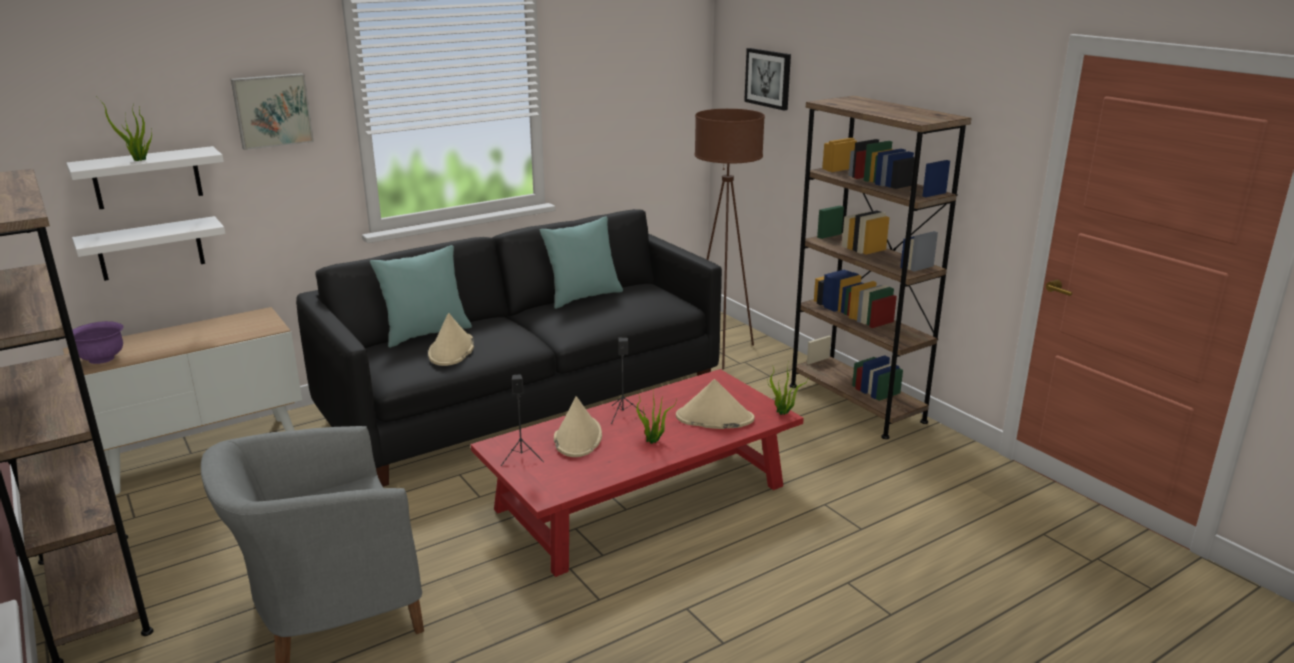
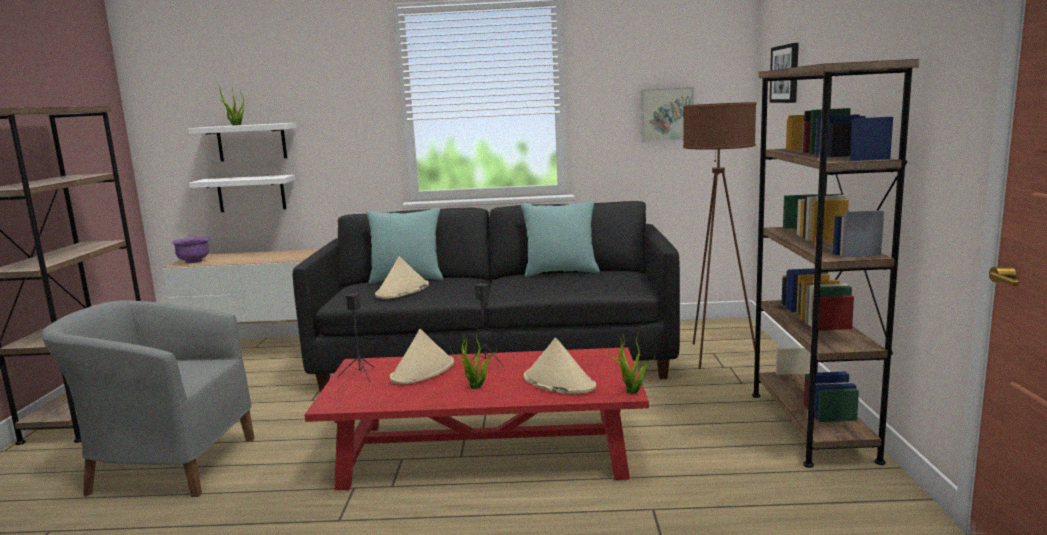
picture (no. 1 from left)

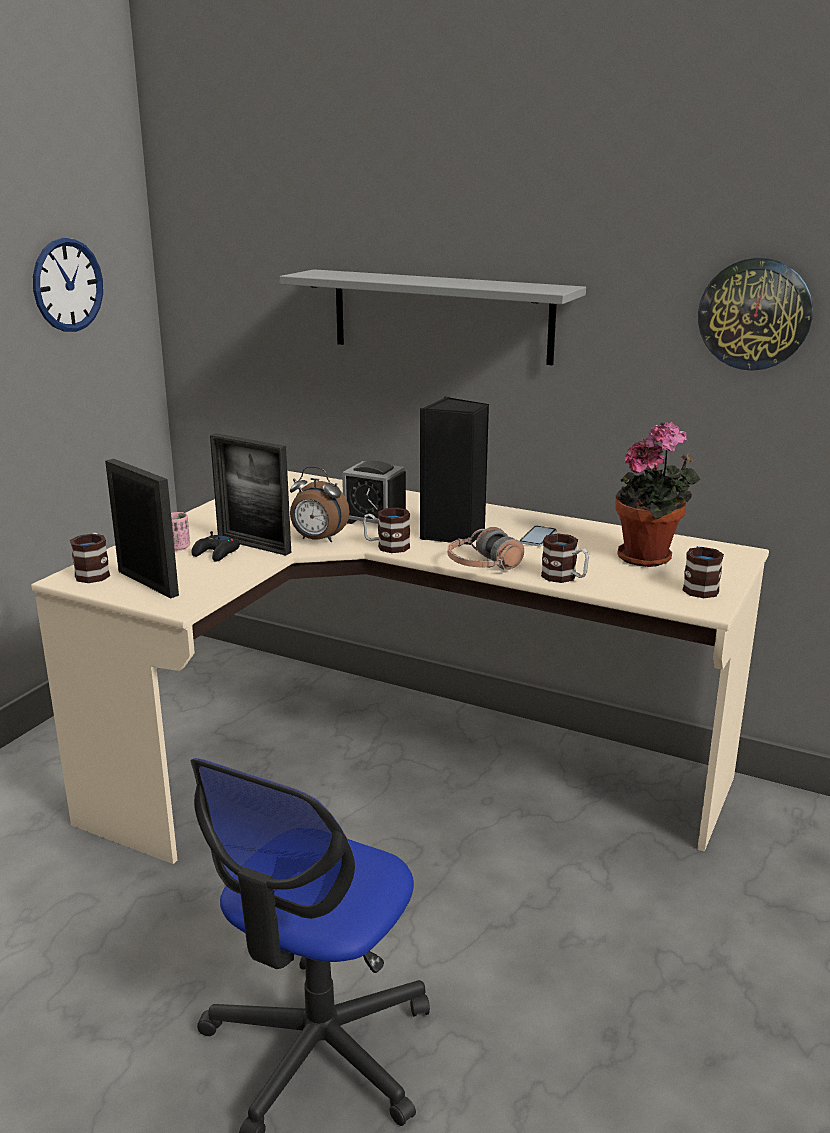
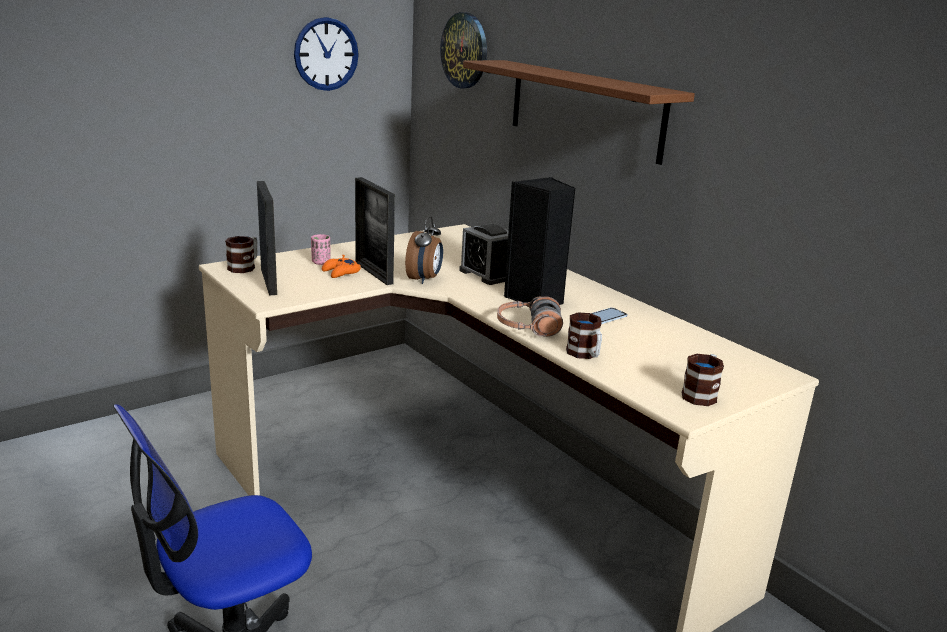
orange game controller
brown shelf
alarm clock (no. 1 from left)
mug (no. 2 from left in the first image)
potted plant
wall clock (no. 2 from left)

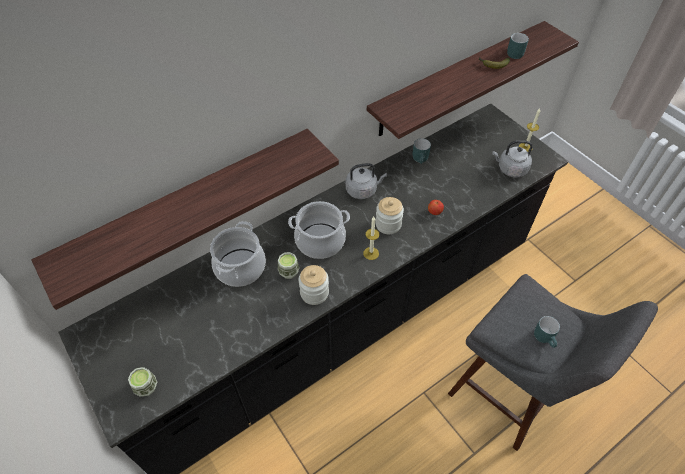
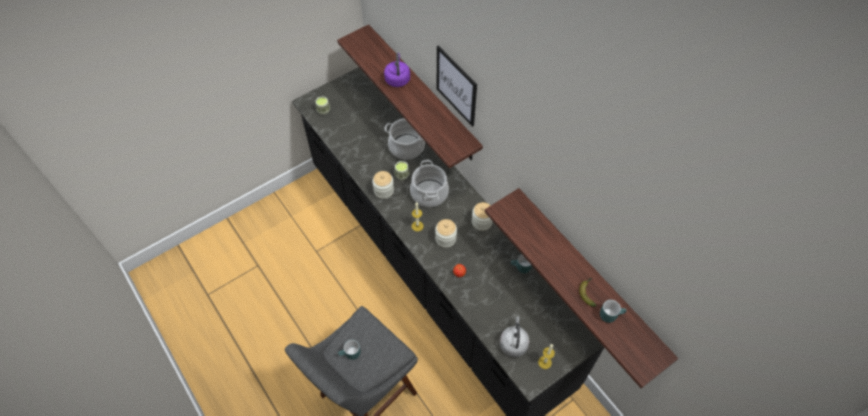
jar (no. 3 from left)
purple kettle
picture

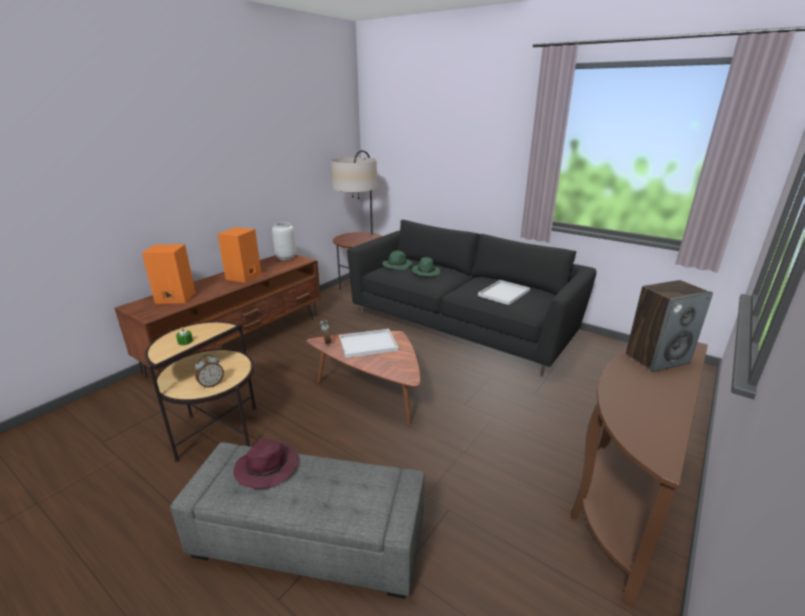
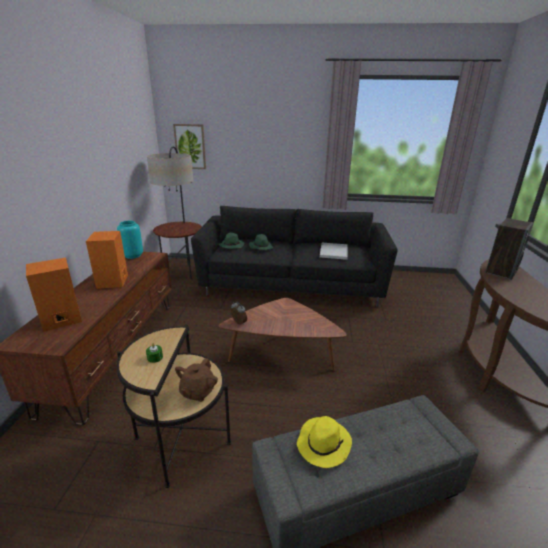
brown teapot
yellow hat
turquoise vase
white tray (no. 1 from left in the first image)
picture

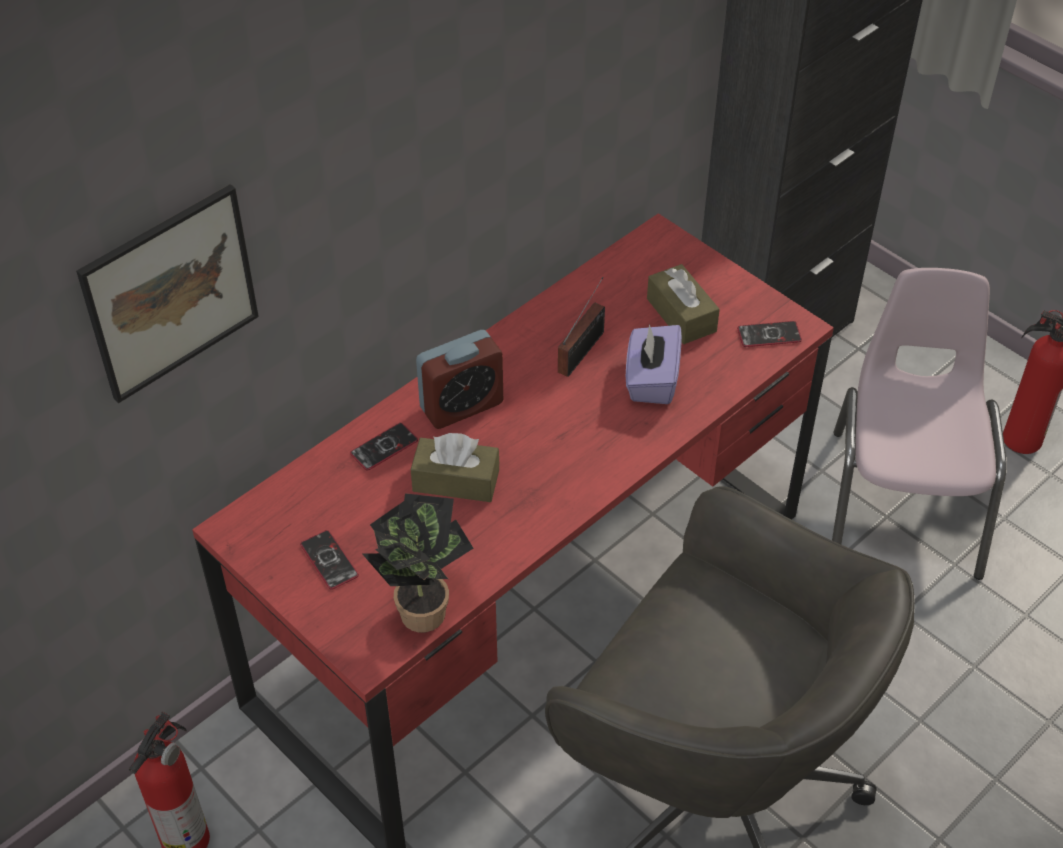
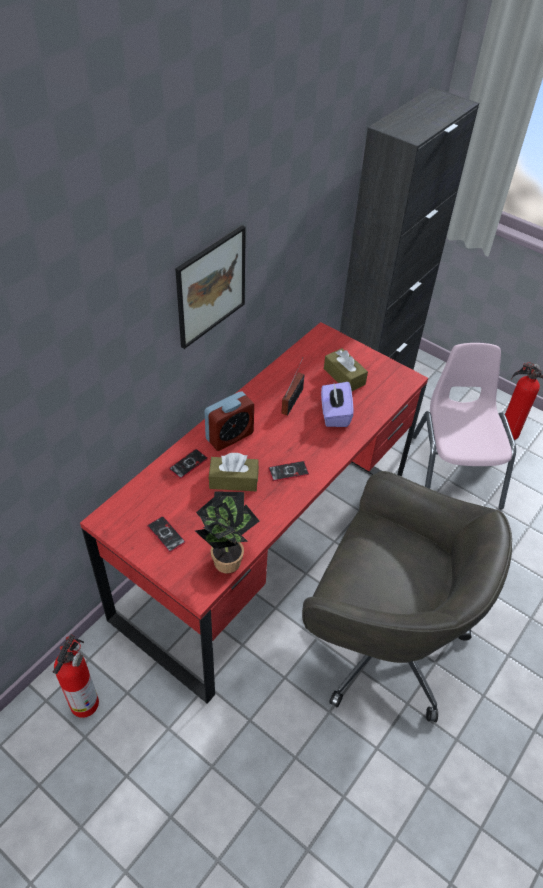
picture
phone (no. 3 from left)

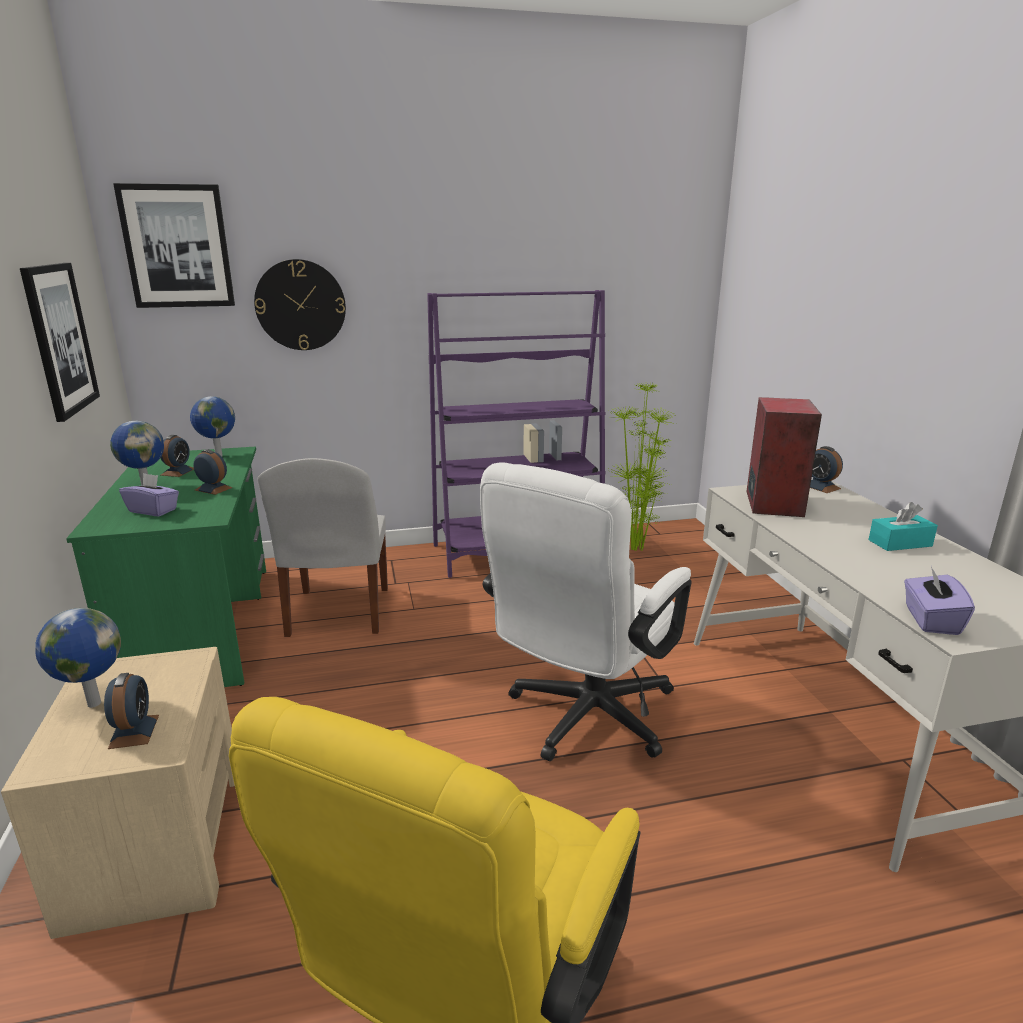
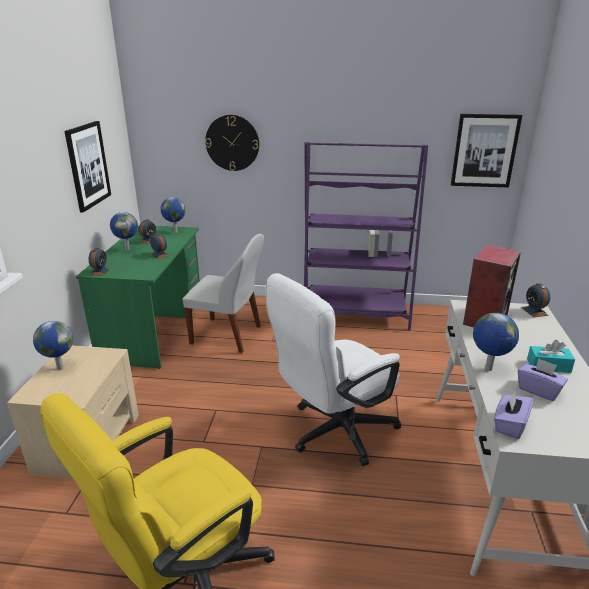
alarm clock (no. 1 from left)
picture (no. 2 from left)
purple tissue box (no. 2 from left)
white chair
potted plant
globe (no. 4 from left)

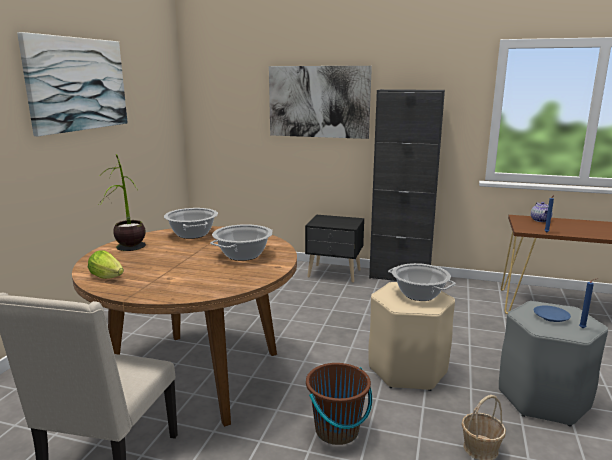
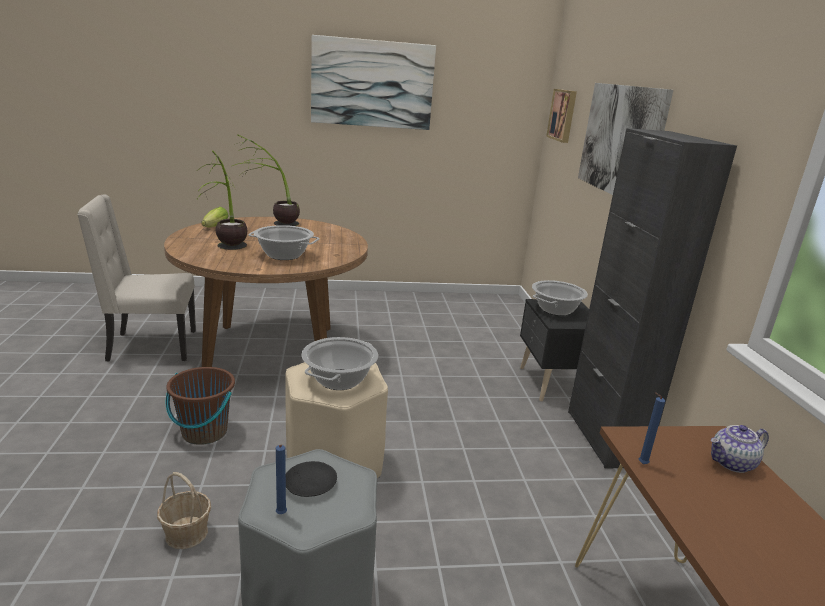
cooking pot (no. 3 from left)
black plate
potted plant (no. 1 from left)
picture (no. 2 from left)

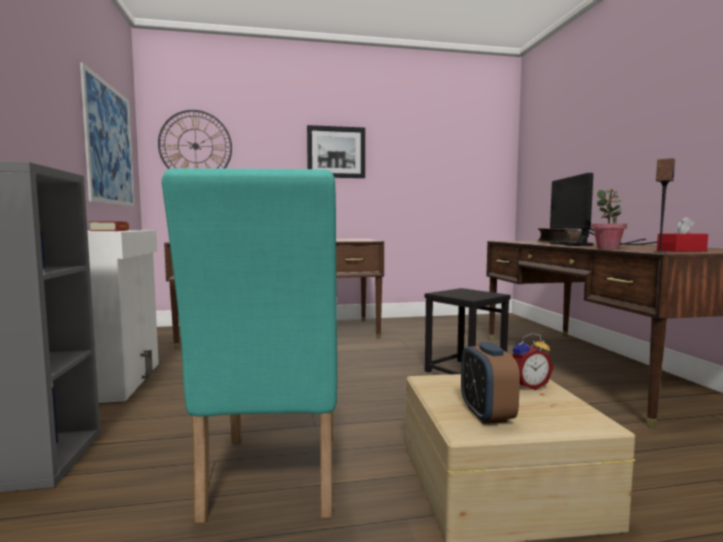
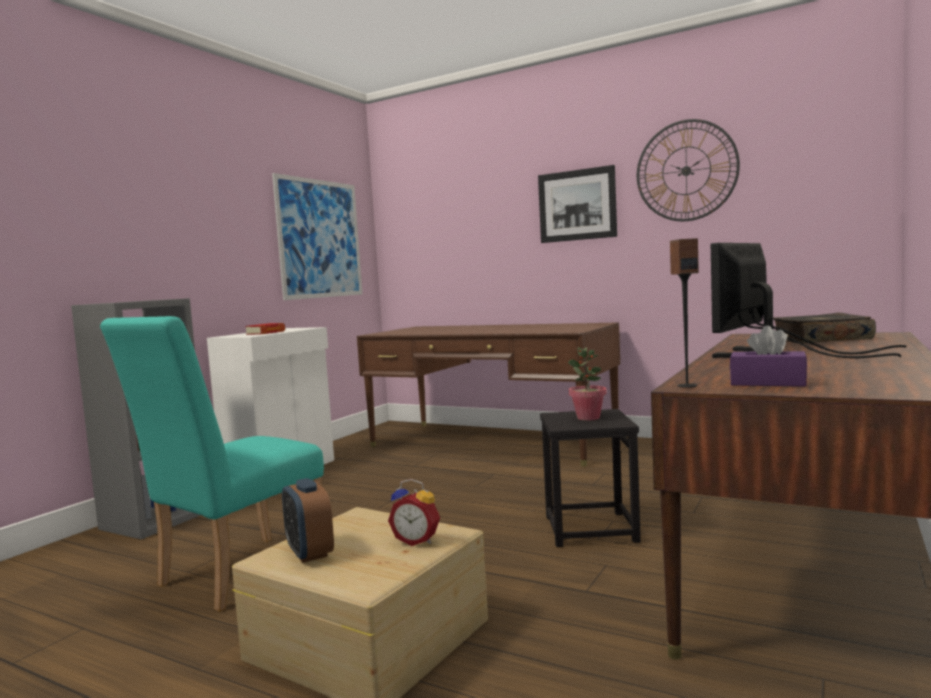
wall clock
alarm clock (no. 1 from left)
potted plant
purple tissue box

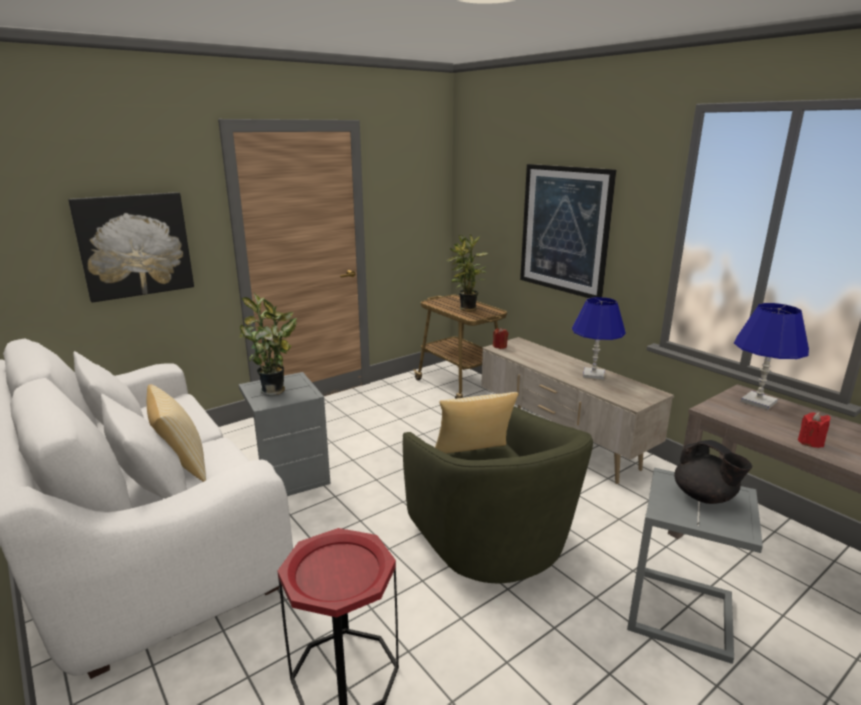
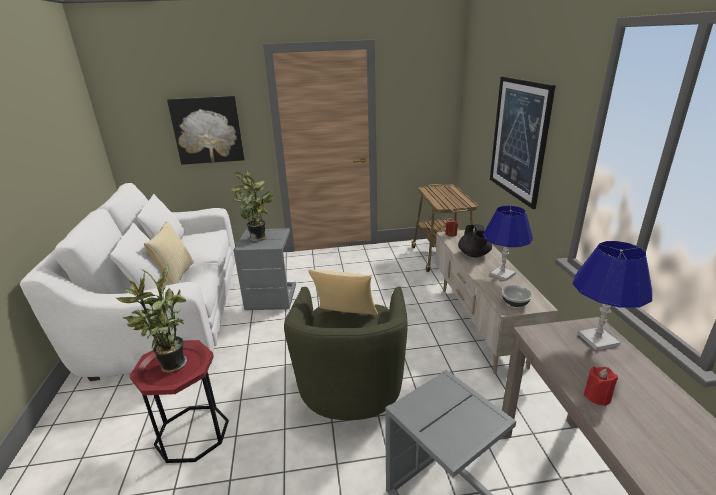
potted plant (no. 1 from left)
black teapot
bowl

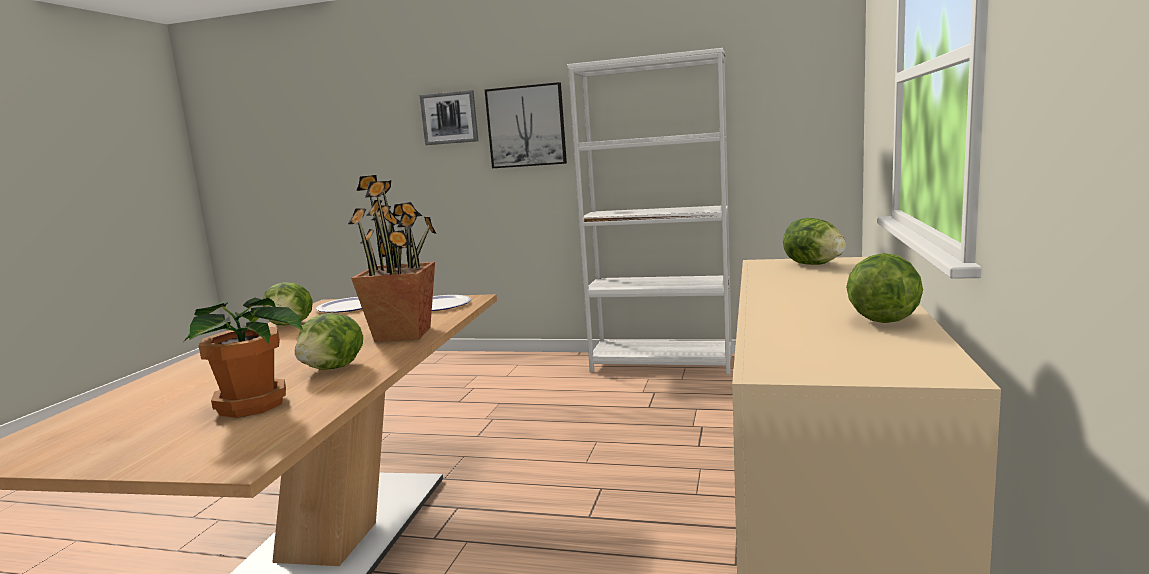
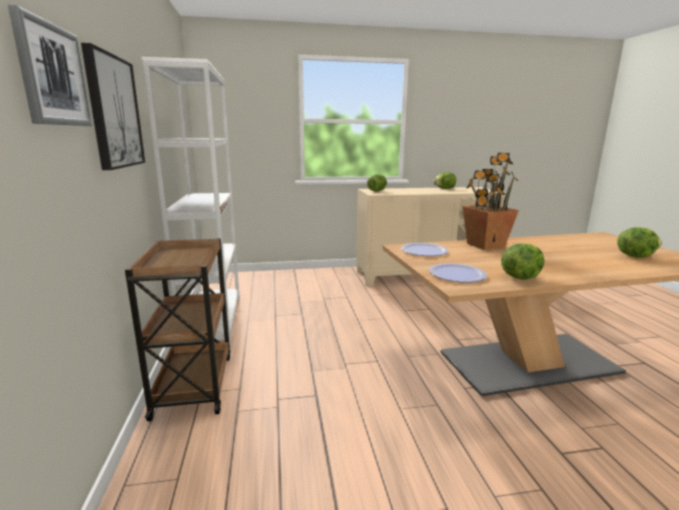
potted plant (no. 1 from left in the first image)
lettuce (no. 4 from left)
brown cart

